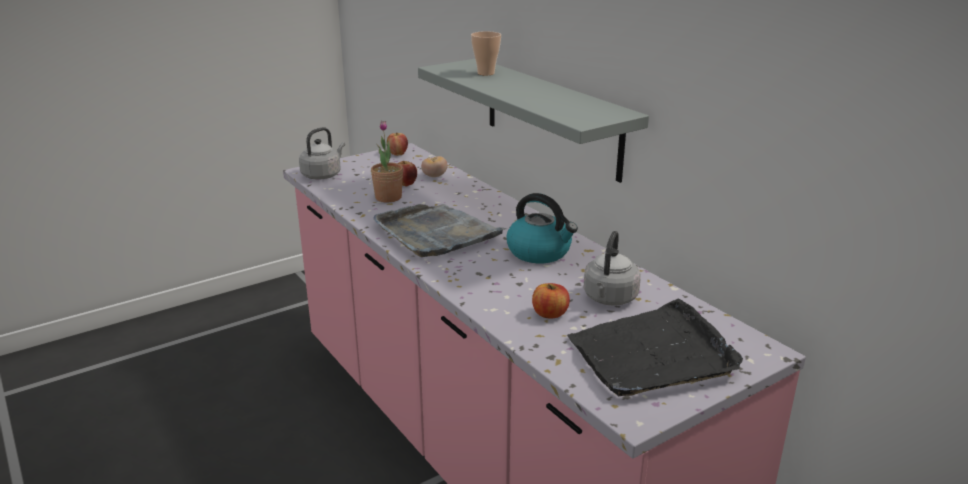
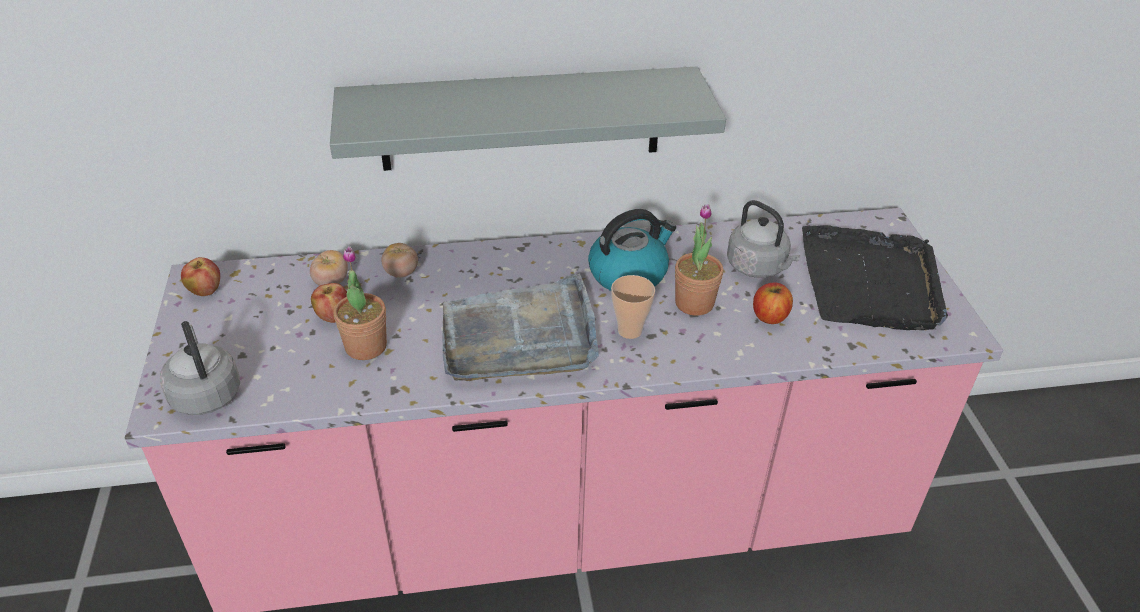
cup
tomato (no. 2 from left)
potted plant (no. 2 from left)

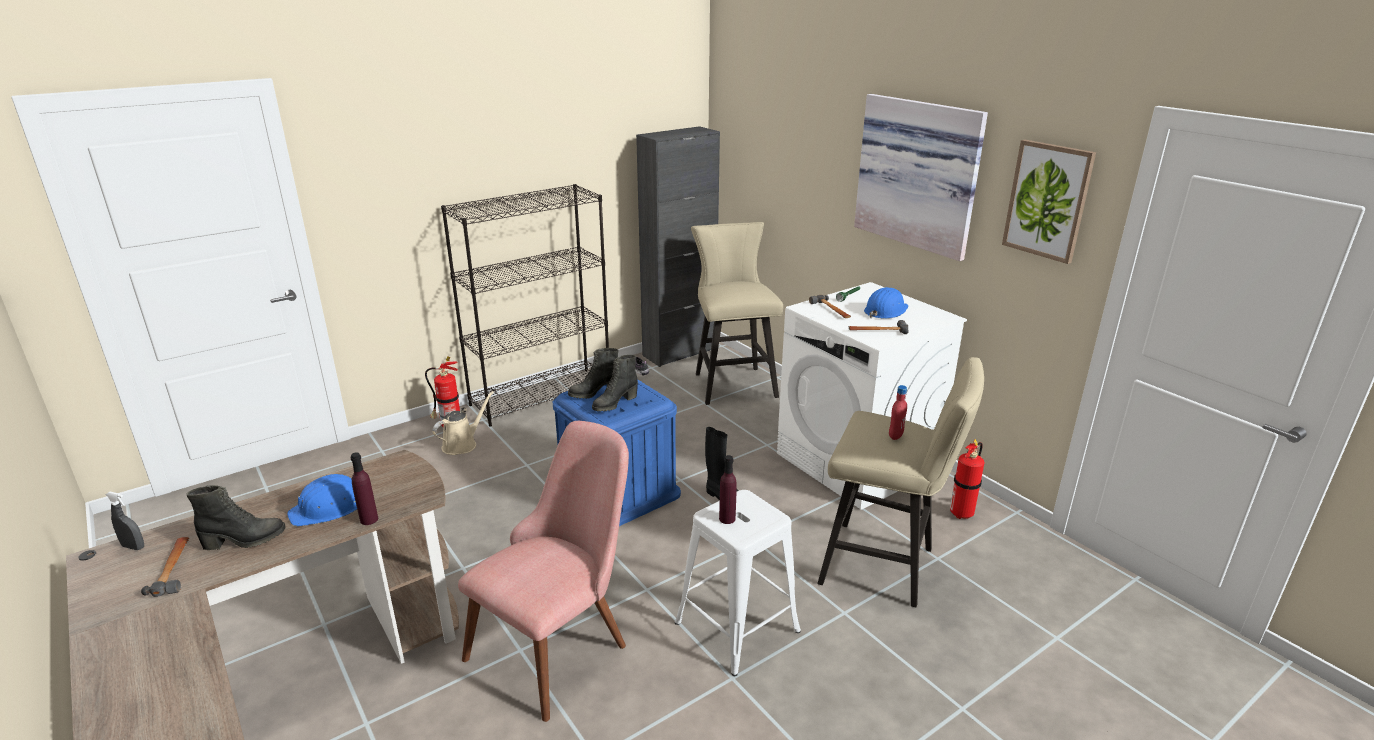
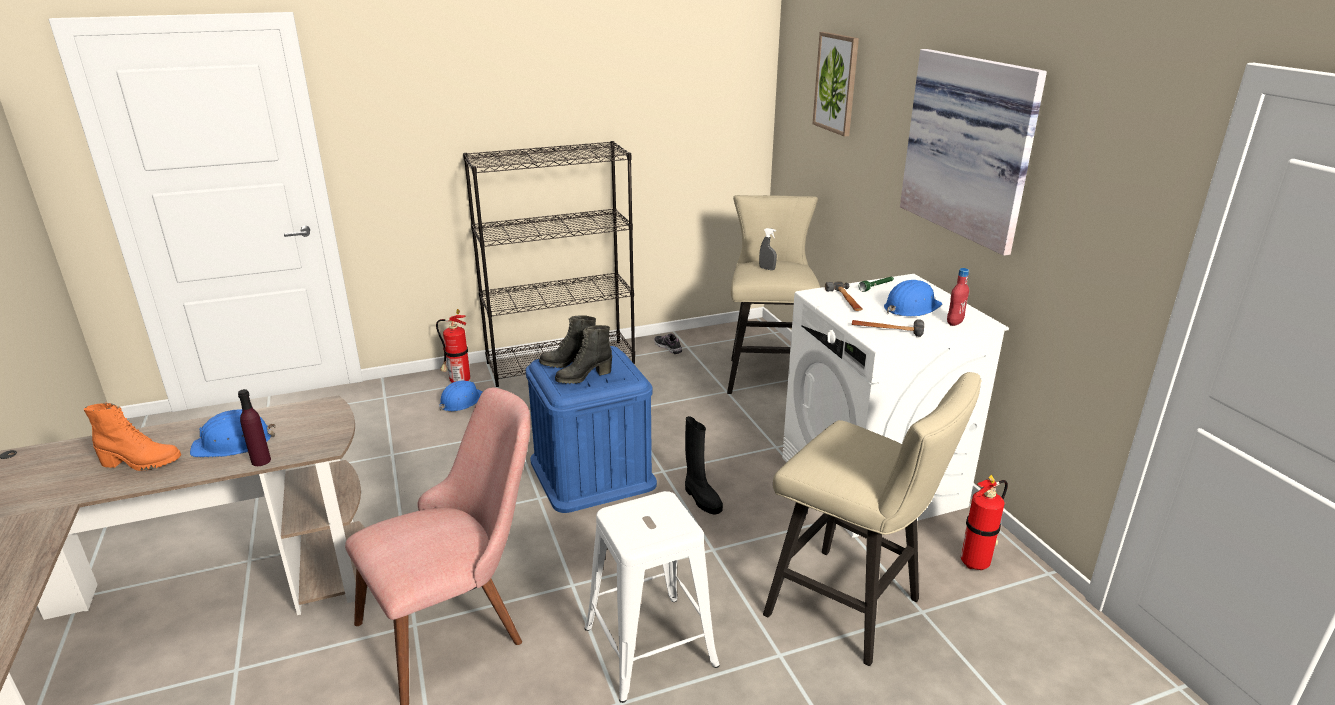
grey spray bottle
hammer (no. 1 from left in the first image)
orange boot
blue hard hat (no. 2 from left)
black cabinet
purple bottle (no. 2 from left in the first image)
red bottle
picture (no. 1 from left)

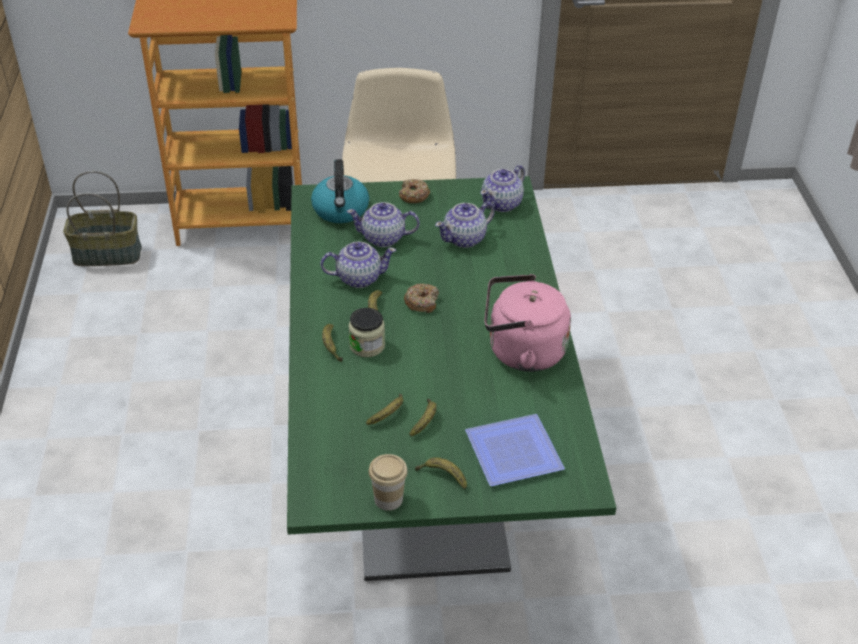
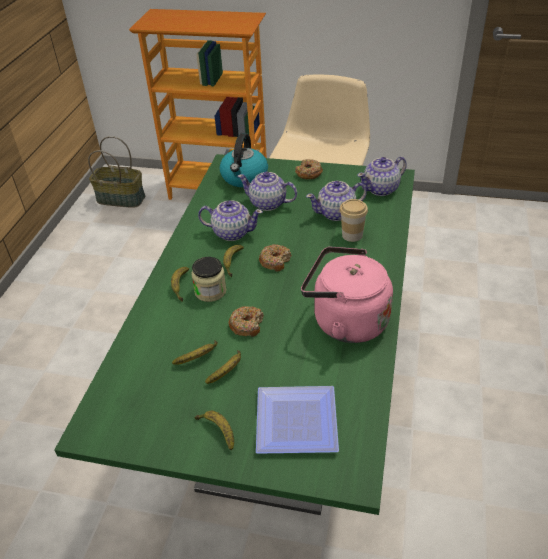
cup
donut (no. 1 from left)

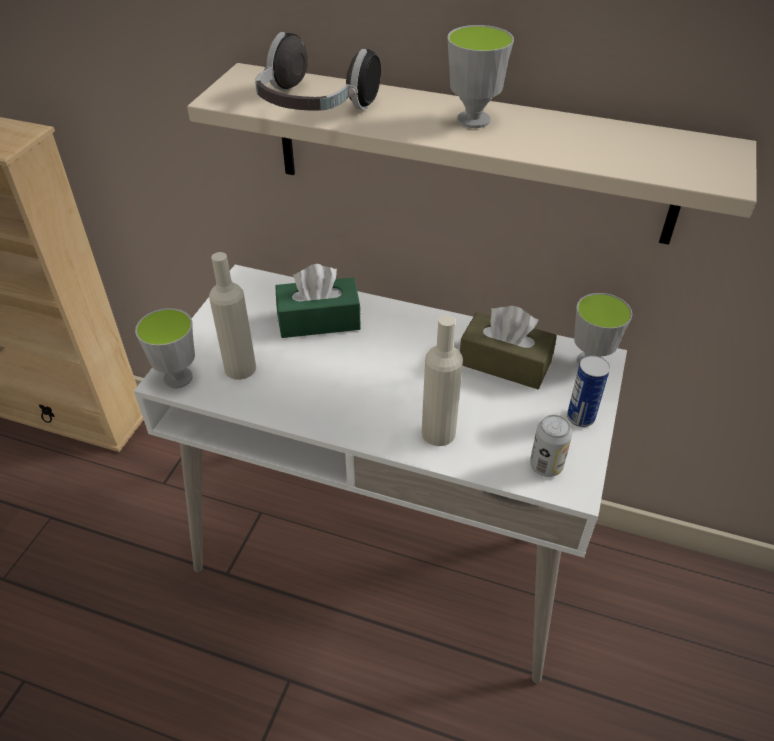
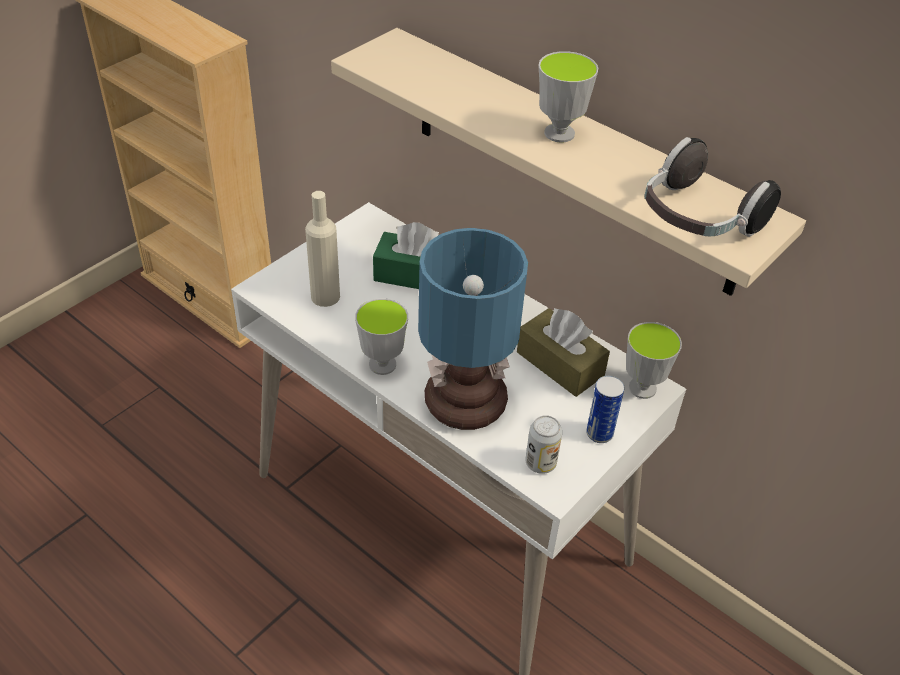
cup (no. 1 from left)
headphones
table lamp

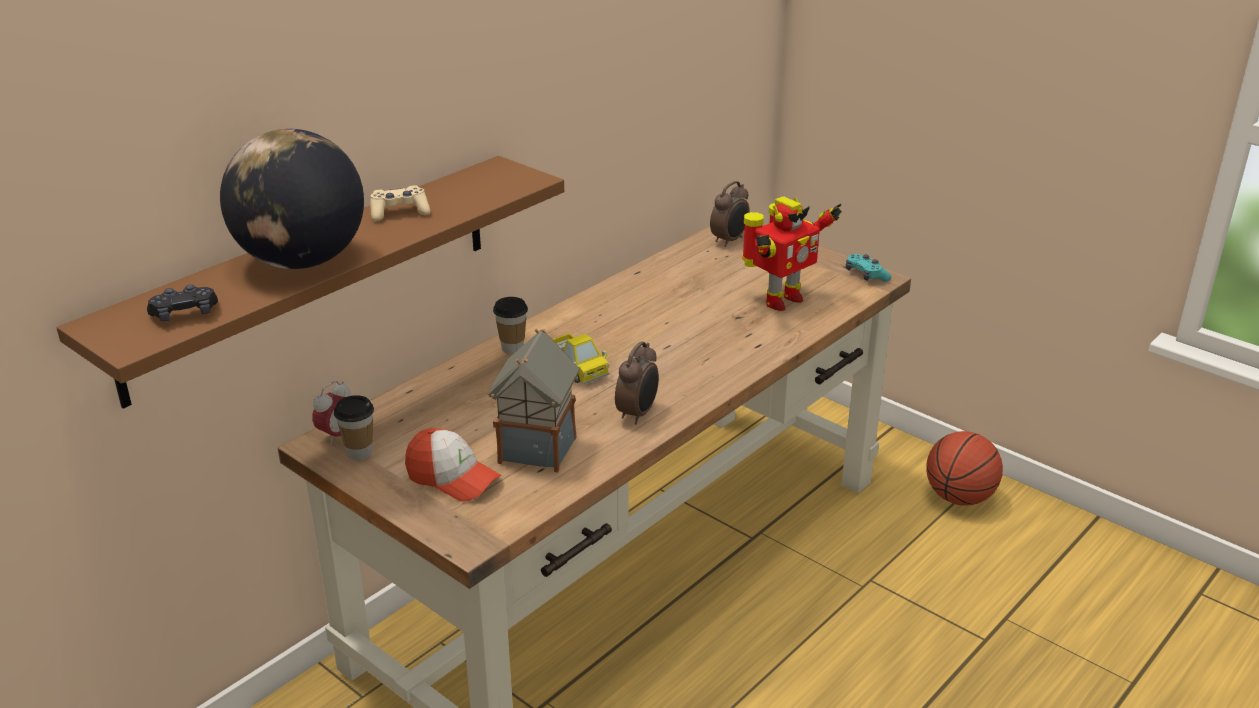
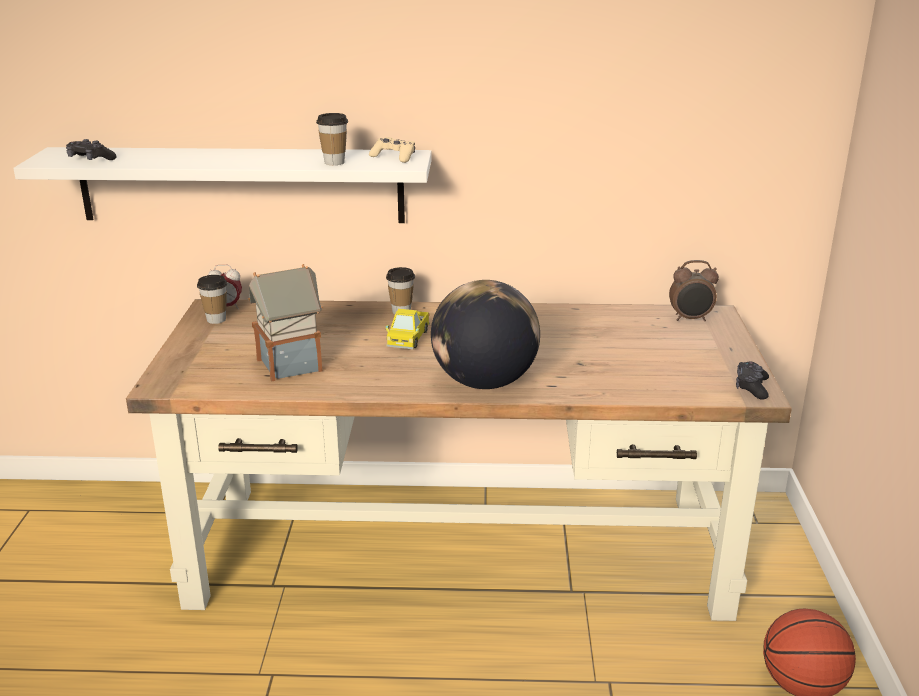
white shelf
globe
beige game controller
cap
alarm clock (no. 2 from left in the first image)
toy robot
black game controller (no. 2 from left)
cup (no. 2 from left)

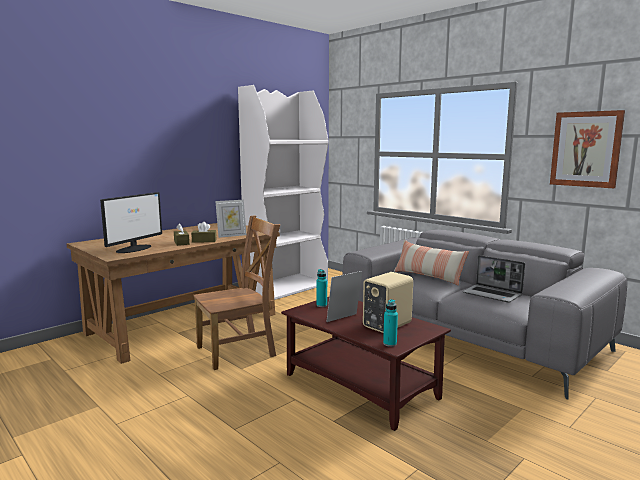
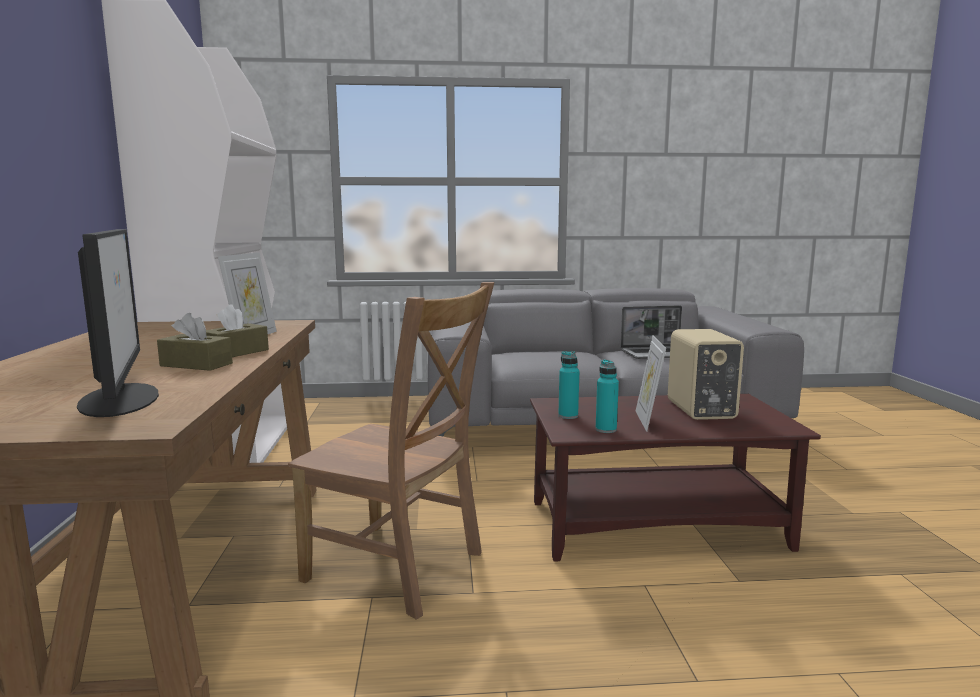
brown chair
turquoise bottle (no. 2 from left)
pillow
picture

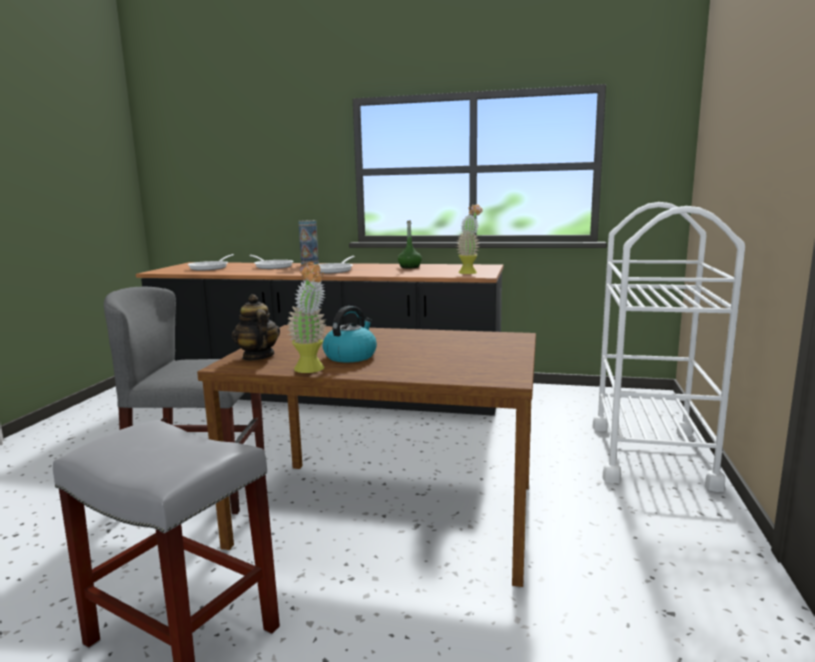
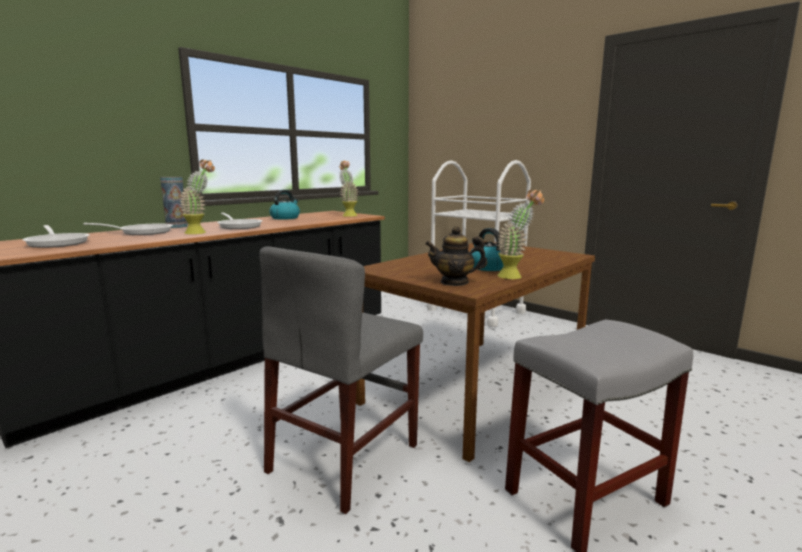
kettle (no. 1 from left)
potted plant (no. 1 from left)

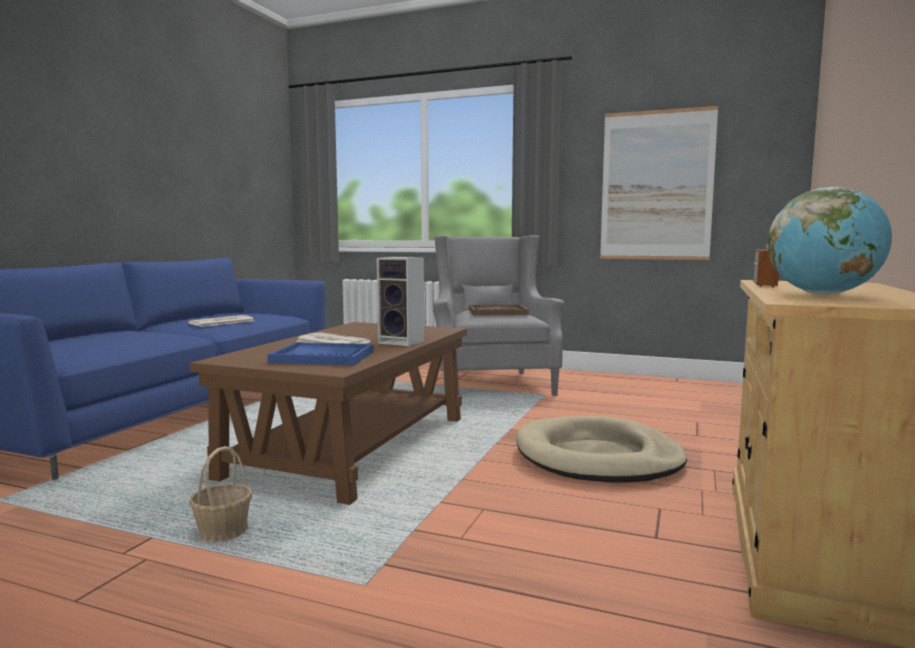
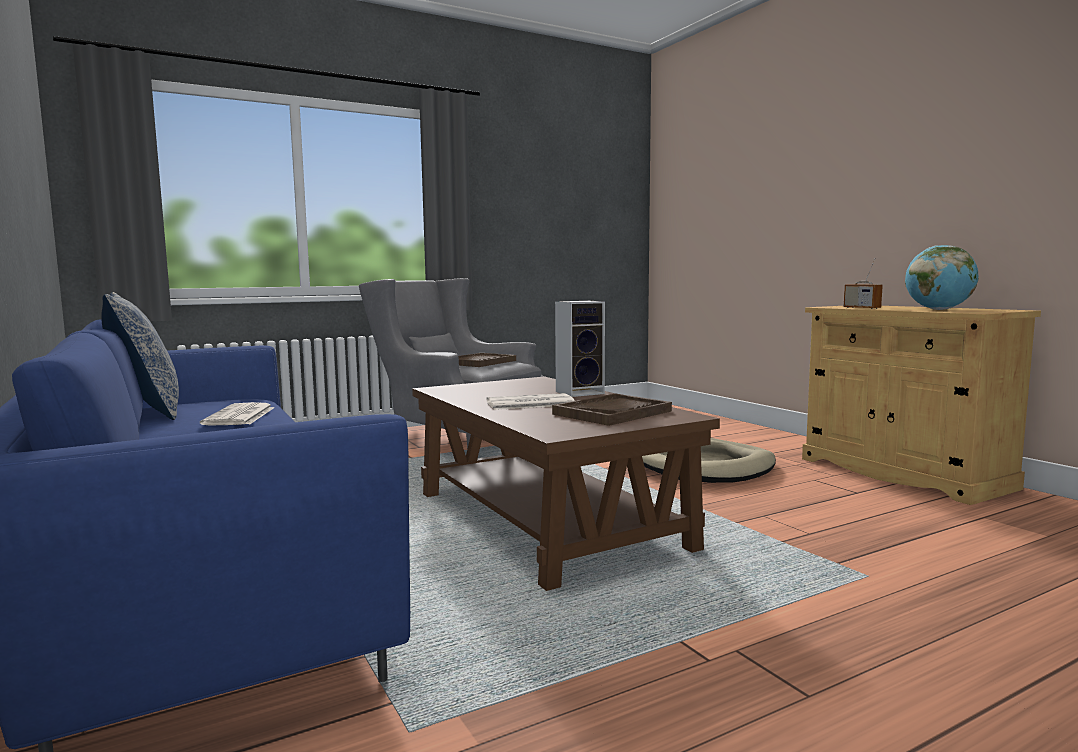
basket
brown tray (no. 2 from left)
picture
pillow

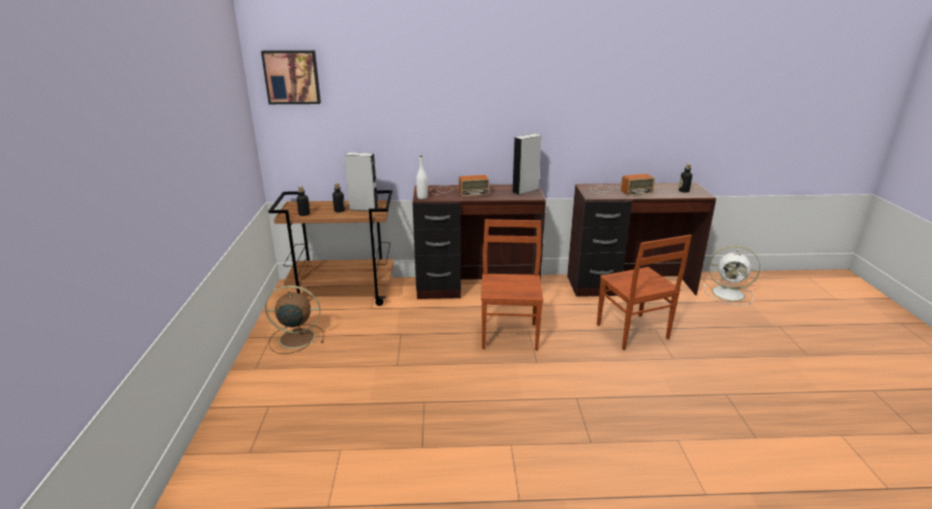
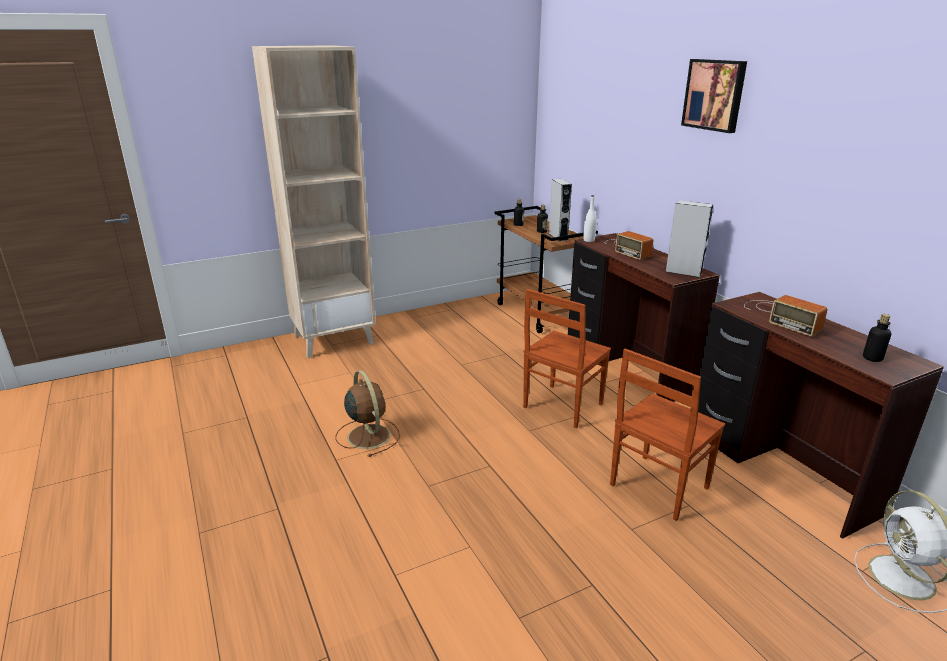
picture
brown fan
brown chair (no. 1 from left)
beige bookcase

